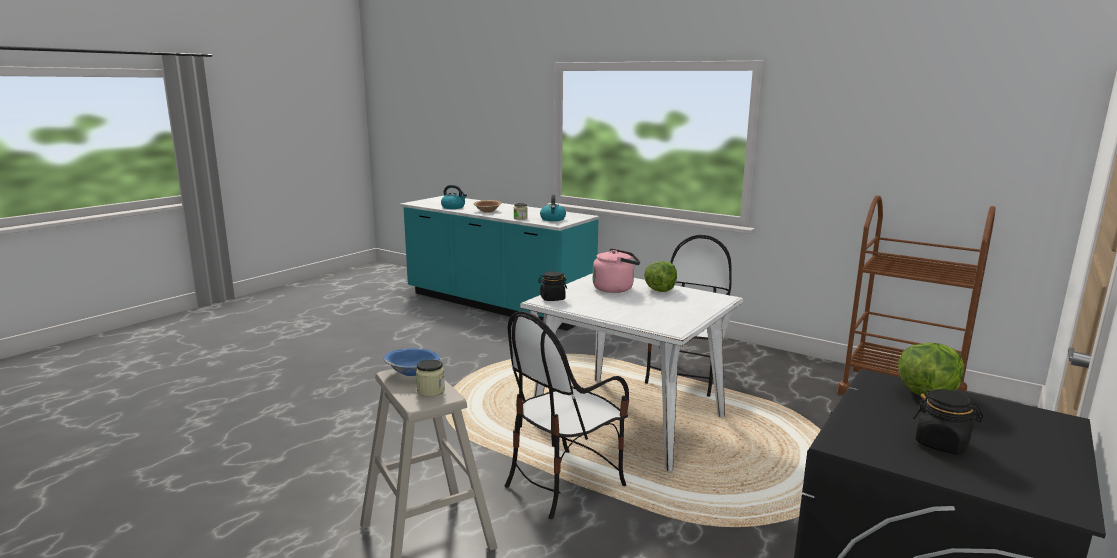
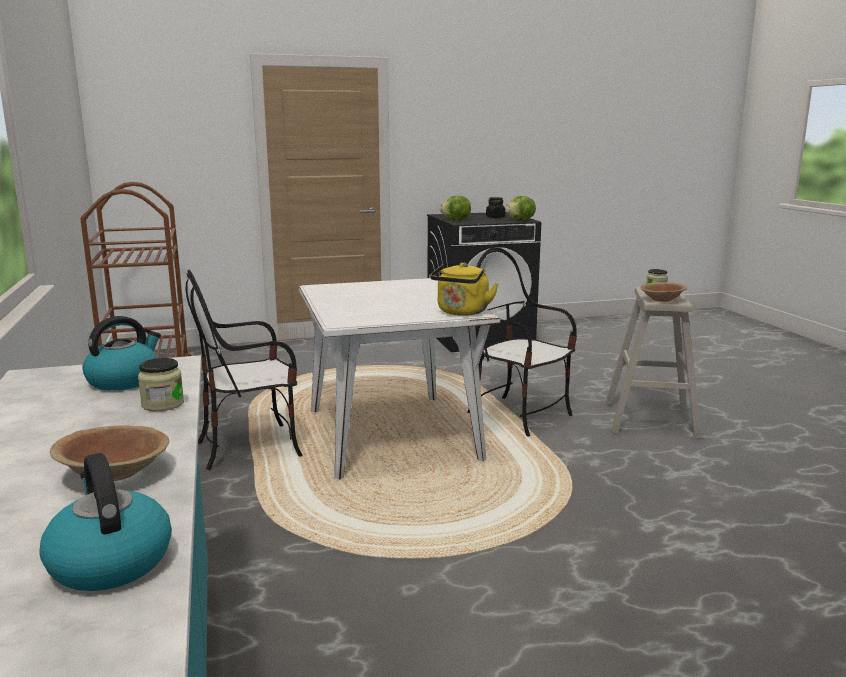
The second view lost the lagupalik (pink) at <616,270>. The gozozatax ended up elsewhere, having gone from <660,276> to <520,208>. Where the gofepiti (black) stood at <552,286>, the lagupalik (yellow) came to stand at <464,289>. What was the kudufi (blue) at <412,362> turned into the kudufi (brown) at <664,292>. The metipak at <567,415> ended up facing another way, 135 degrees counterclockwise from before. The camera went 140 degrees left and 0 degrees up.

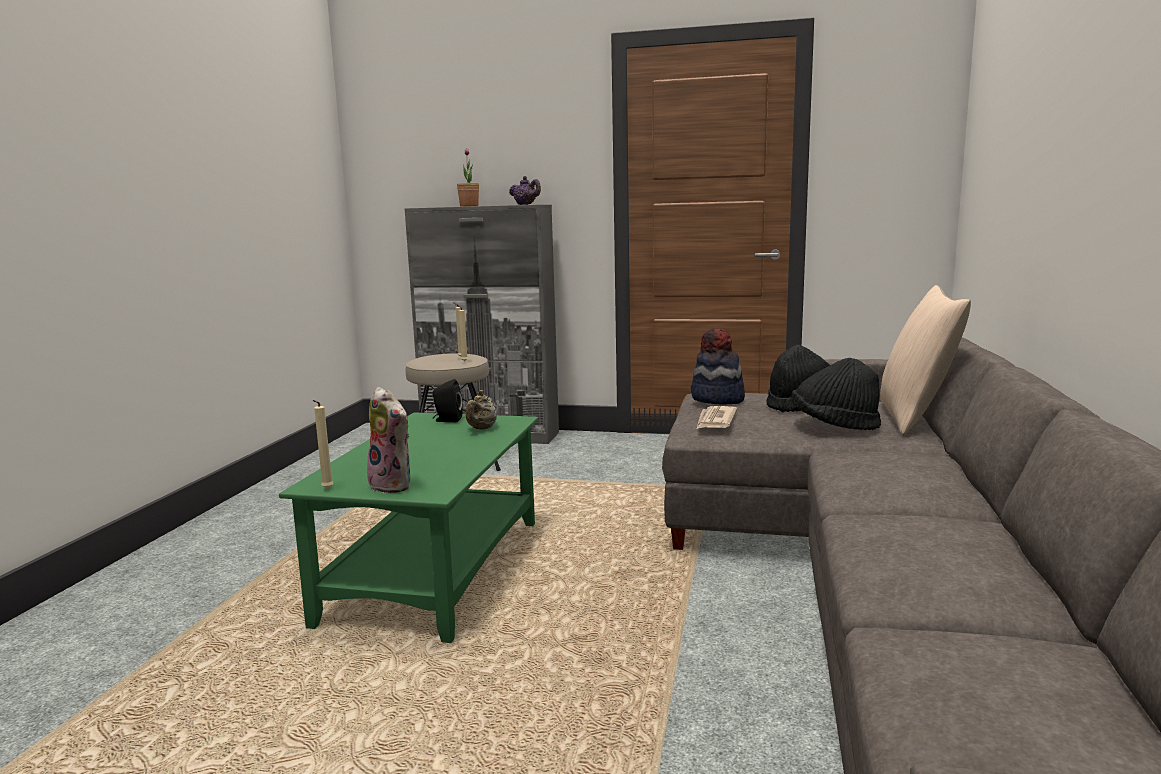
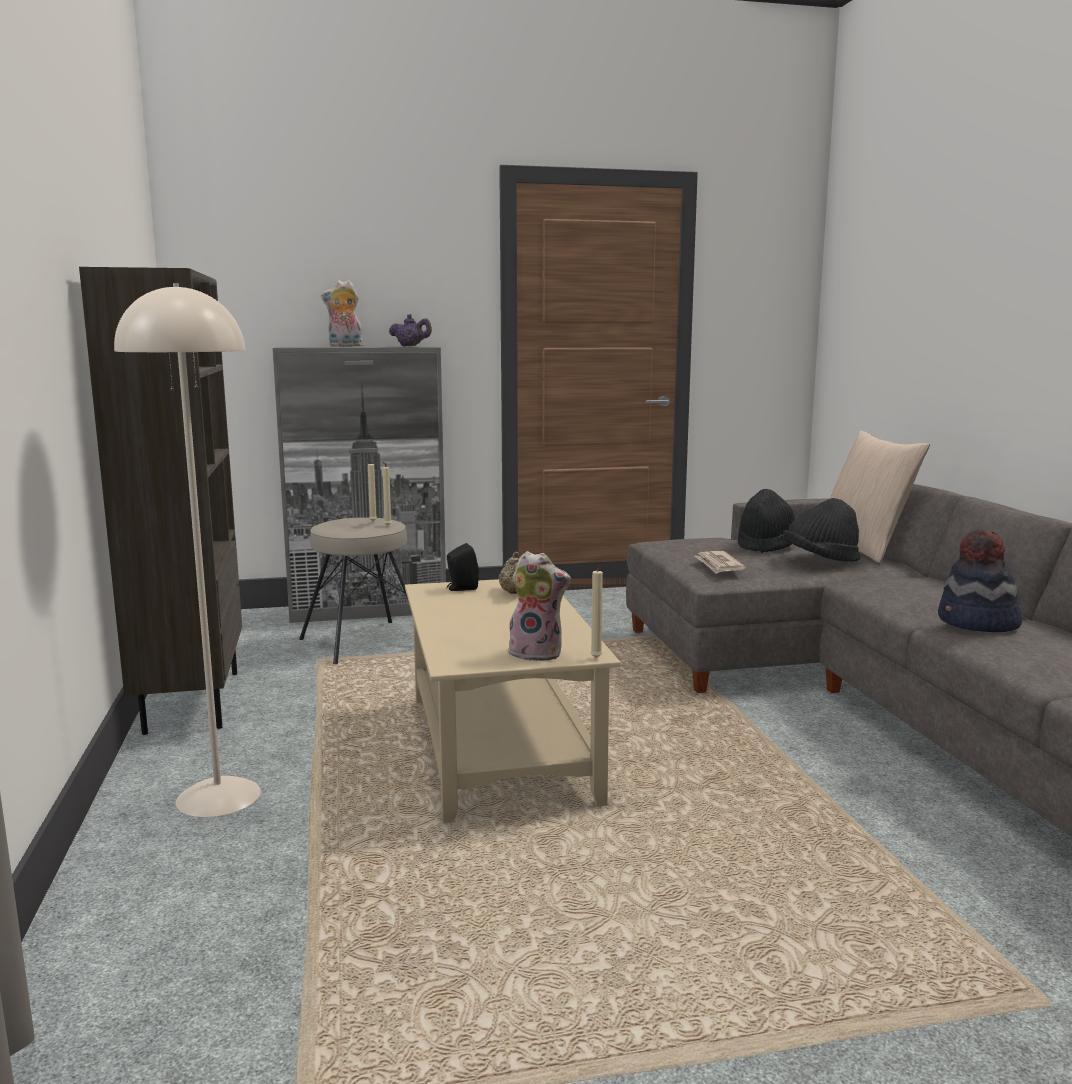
The second view gained the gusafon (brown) at <160,501>. The second view gained the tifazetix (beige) at <187,550>. The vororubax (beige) ended up elsewhere, having gone from <322,444> to <596,611>. The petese ended up elsewhere, having gone from <718,366> to <980,581>. Where the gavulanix stood at <468,177>, the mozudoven came to stand at <342,313>. What was the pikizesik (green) at <408,527> turned into the pikizesik (beige) at <513,701>. The camera went 25 degrees left and 0 degrees up.

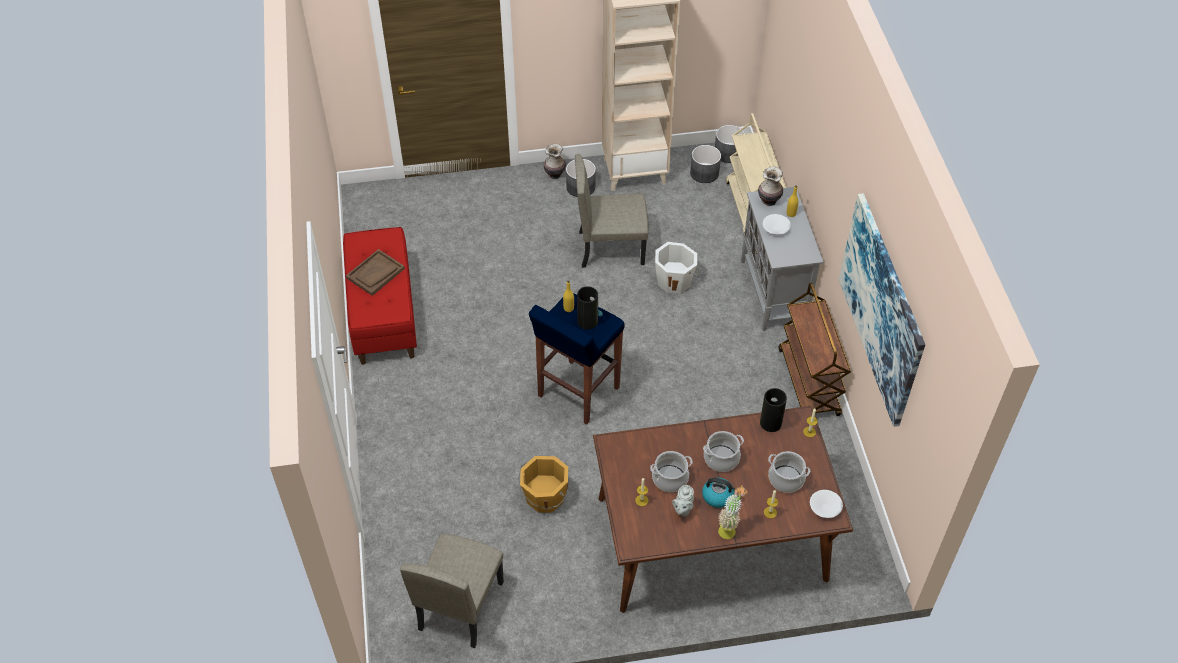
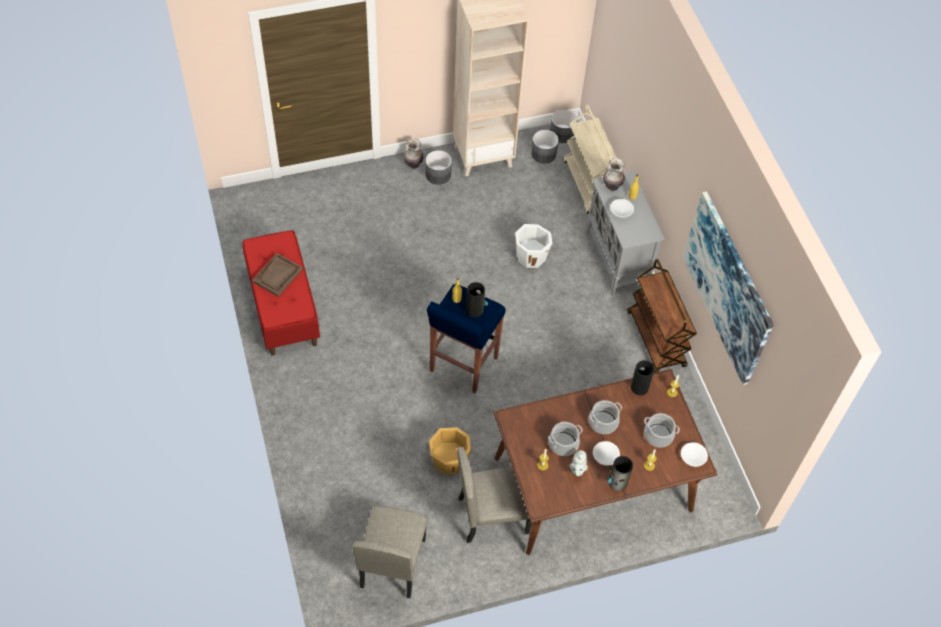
The metipak (beige) ended up elsewhere, having gone from <612,211> to <494,495>. Where the lagupalik stood at <718,493>, the kudufi (white) came to stand at <606,453>. Where the gavulanix stood at <733,512>, the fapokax came to stand at <620,473>. The camera went 10 degrees left and 5 degrees up.

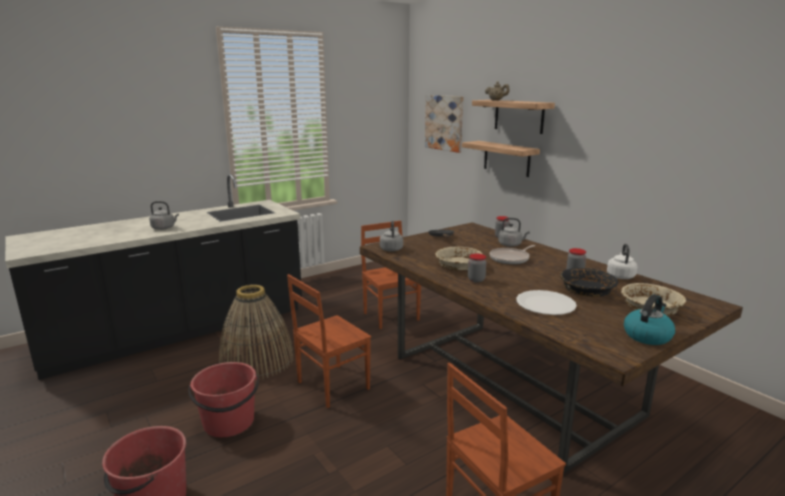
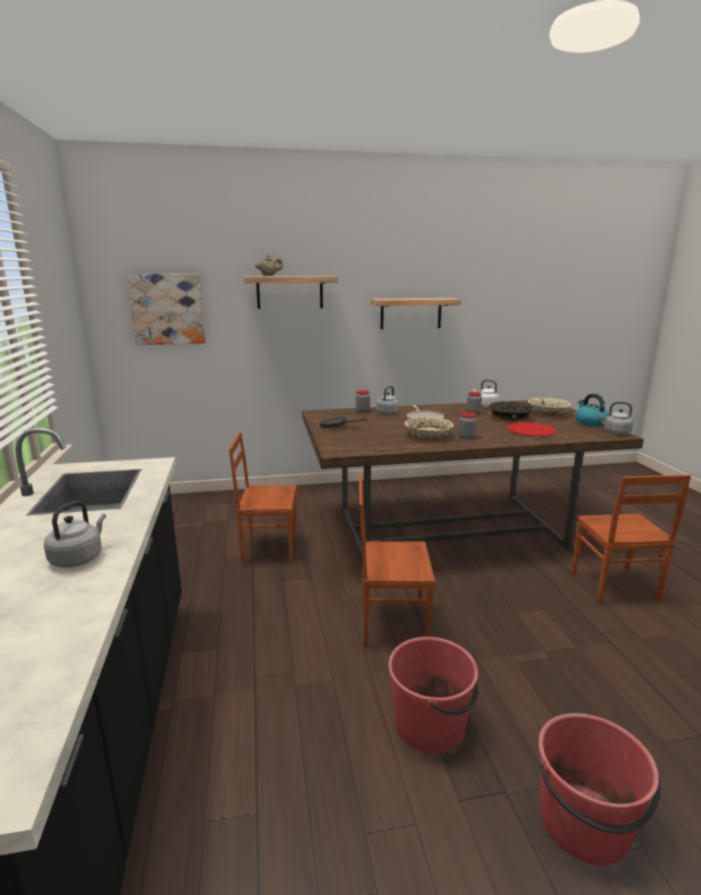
The second view lost the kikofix at <256,332>. The lagupalik (grey) ended up elsewhere, having gone from <391,236> to <615,418>. The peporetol ended up elsewhere, having gone from <501,159> to <415,313>. What was the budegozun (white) at <546,302> turned into the budegozun (red) at <531,429>. The metipak (brown) at <329,341> ended up facing another way, 105 degrees clockwise from before. The camera went 65 degrees left and 0 degrees up.

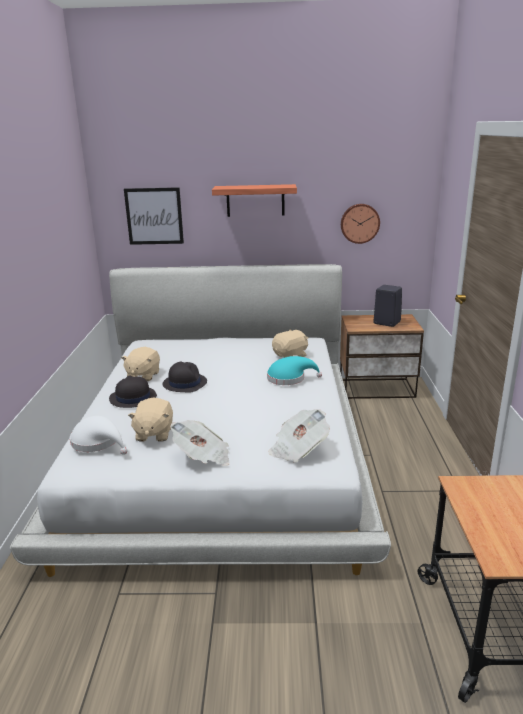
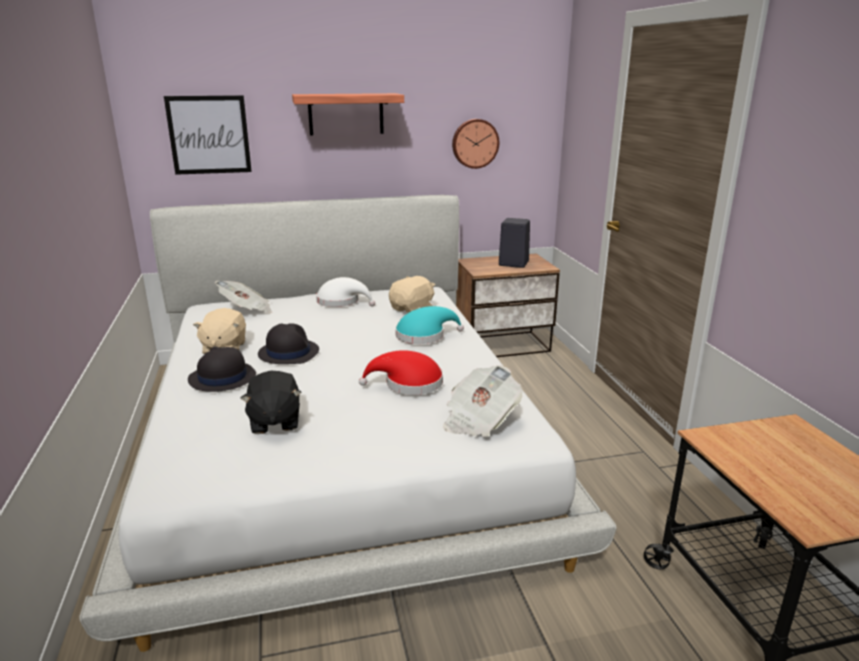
The second view gained the petese (red) at <401,372>. The petese (white) ended up elsewhere, having gone from <98,435> to <345,292>. The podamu ended up elsewhere, having gone from <199,443> to <243,297>. What was the mozudoven (beige) at <150,420> turned into the mozudoven (black) at <271,402>. The camera went 15 degrees left and 0 degrees up.

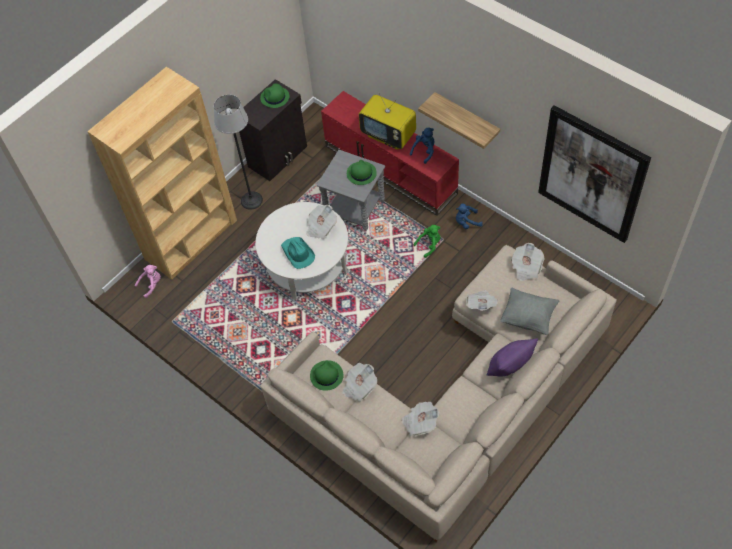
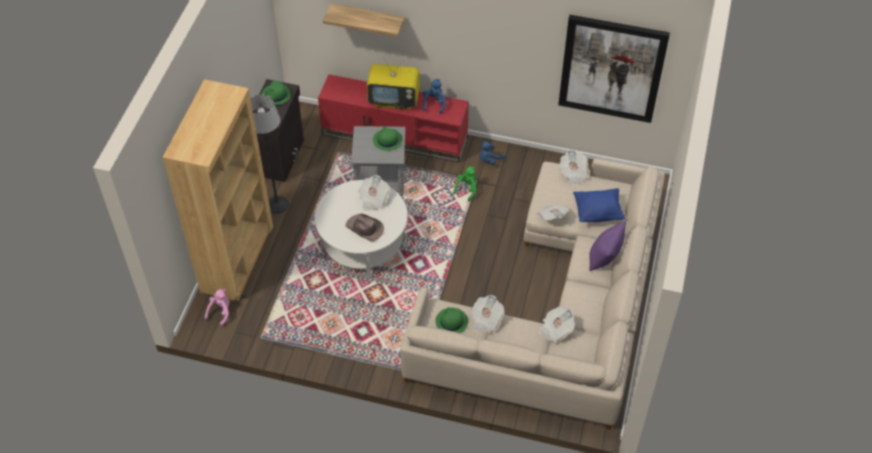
The peporetol ended up elsewhere, having gone from <459,120> to <364,20>. What was the petese (turquoise) at <298,253> turned into the petese (brown) at <365,228>. What was the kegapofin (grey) at <529,311> turned into the kegapofin (blue) at <599,205>. The camera went 30 degrees left and 5 degrees down.

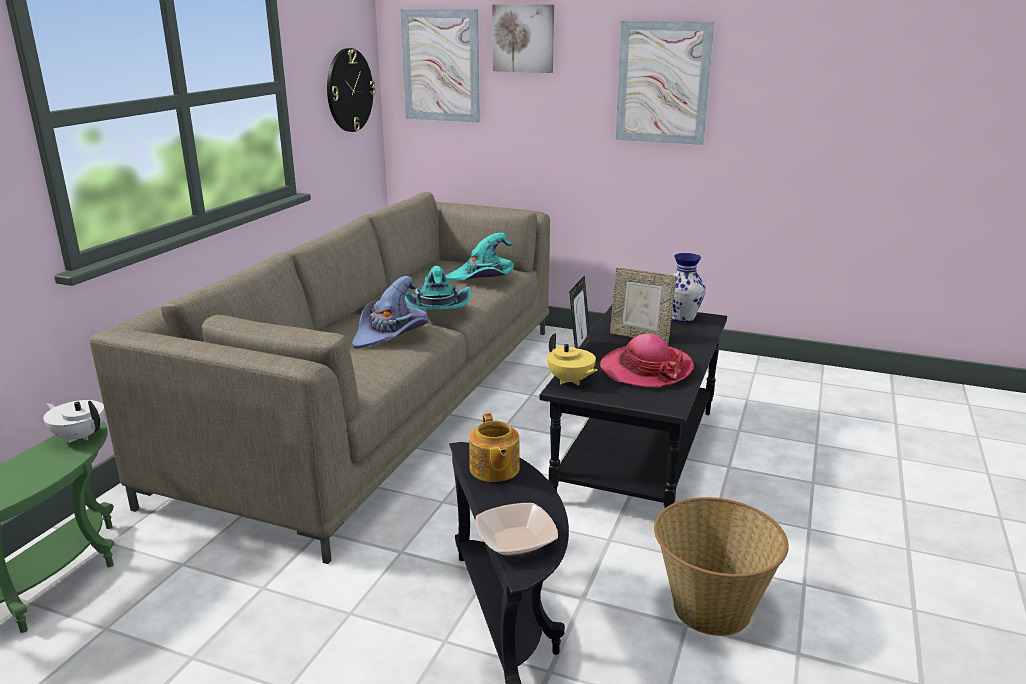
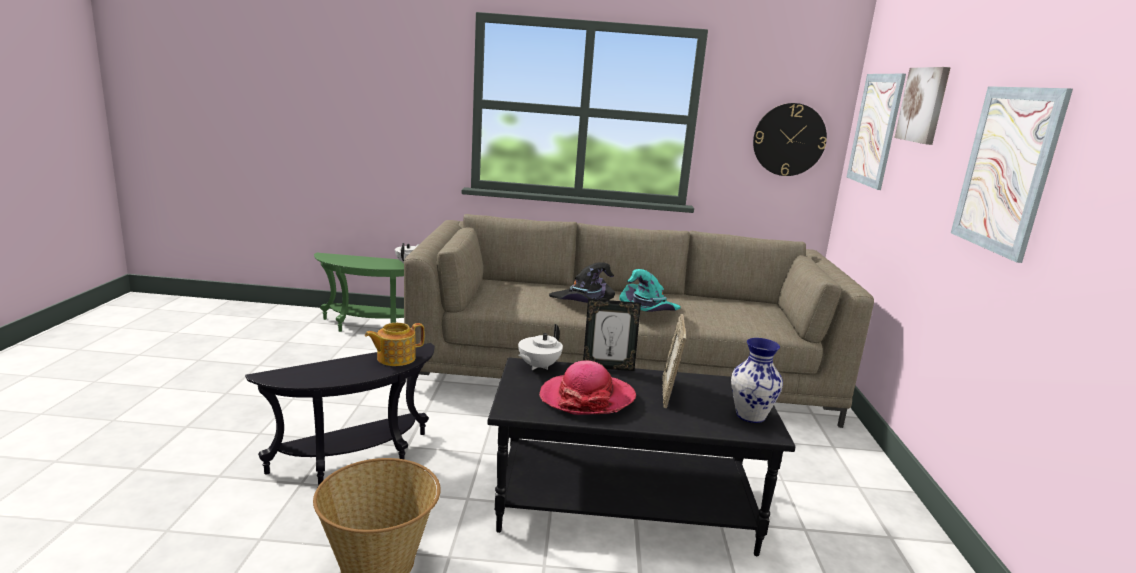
The second view lost the petese (turquoise) at <479,256>. The second view lost the kudufi at <516,529>. What was the petese (purple) at <390,312> turned into the petese (black) at <582,282>. What was the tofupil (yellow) at <572,359> turned into the tofupil (white) at <540,347>. The camera went 70 degrees right and 5 degrees down.

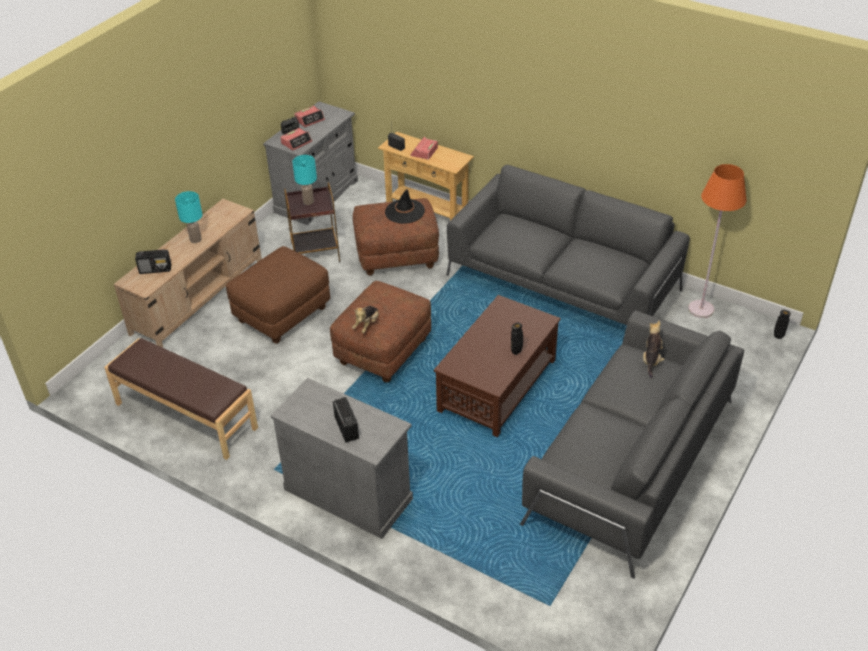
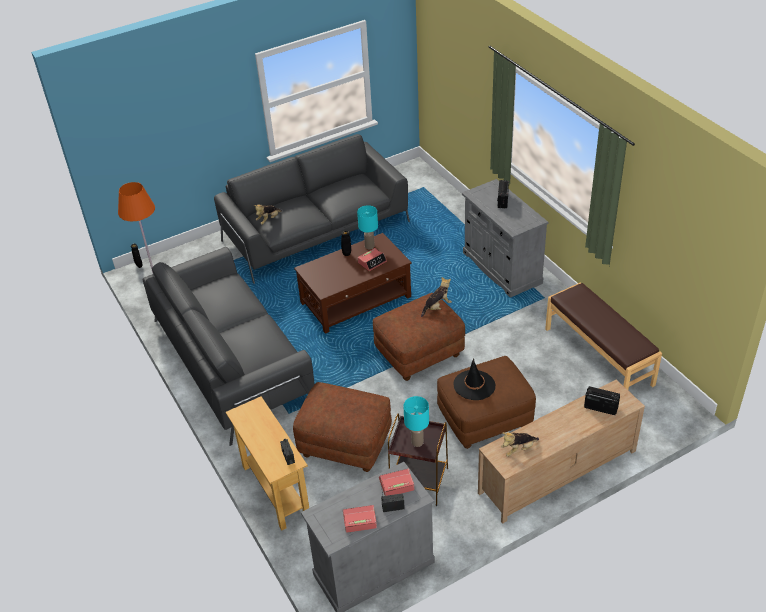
The second view gained the mozudoven at <520,444>. The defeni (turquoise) ended up elsewhere, having gone from <188,217> to <367,227>. The petese (black) ended up elsewhere, having gone from <405,206> to <474,379>. The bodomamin ended up elsewhere, having gone from <424,148> to <372,259>. The camera went 150 degrees left and 0 degrees up.

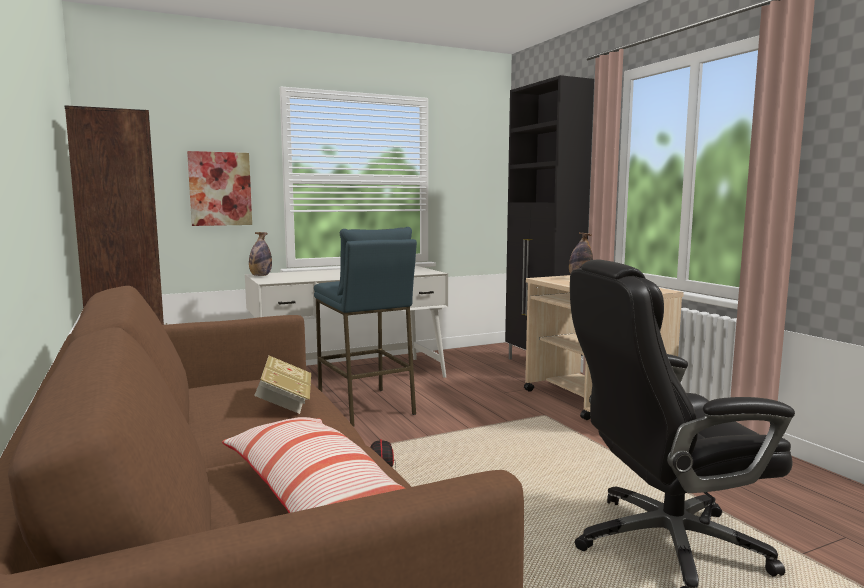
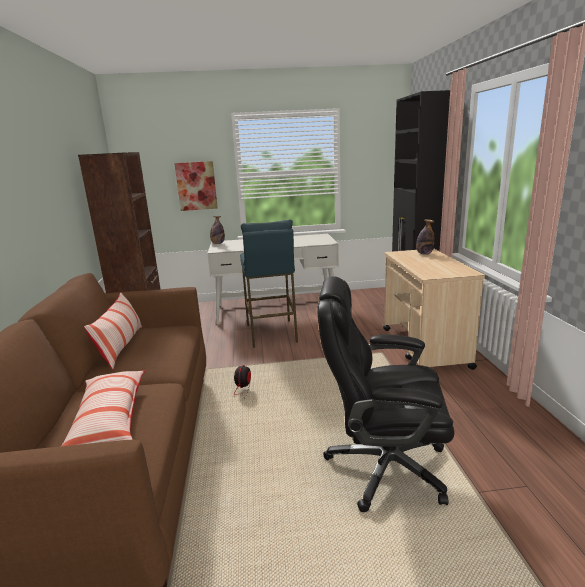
The second view lost the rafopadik at <282,385>. The second view gained the kegapofin at <113,330>. The camera went 20 degrees right and 10 degrees up.

